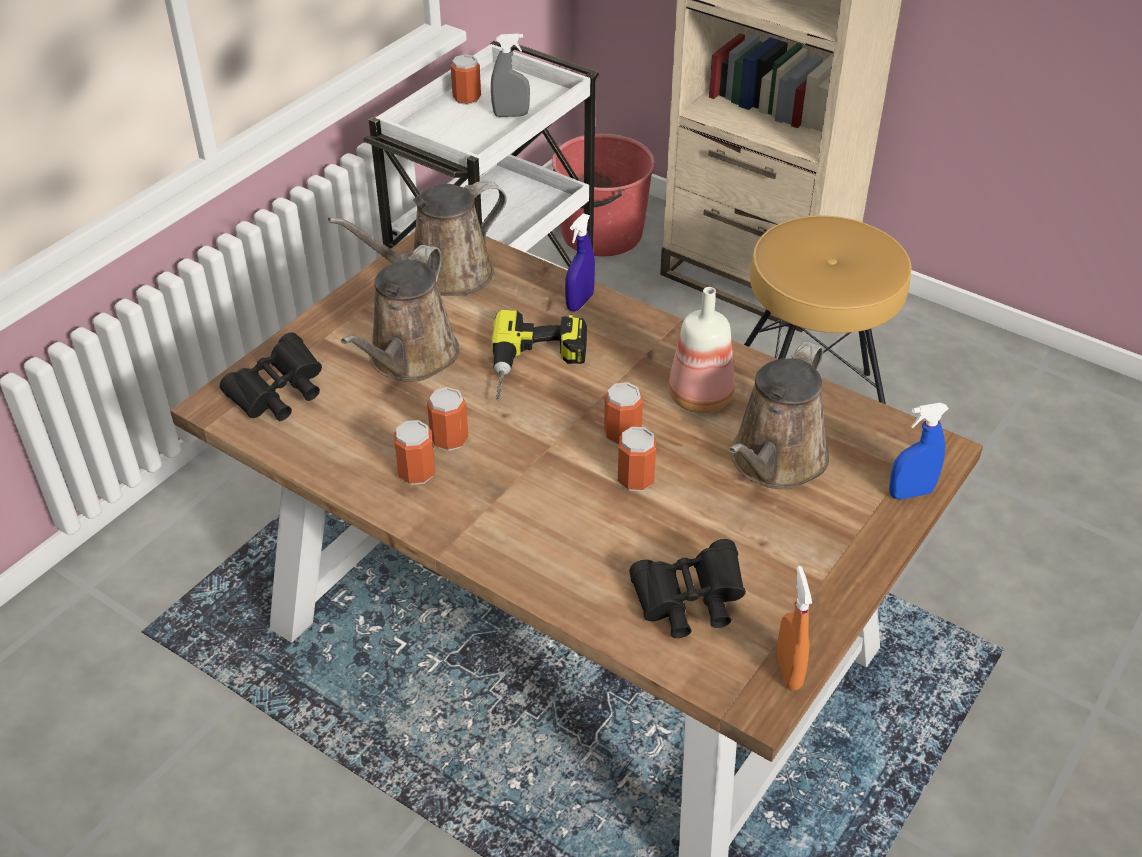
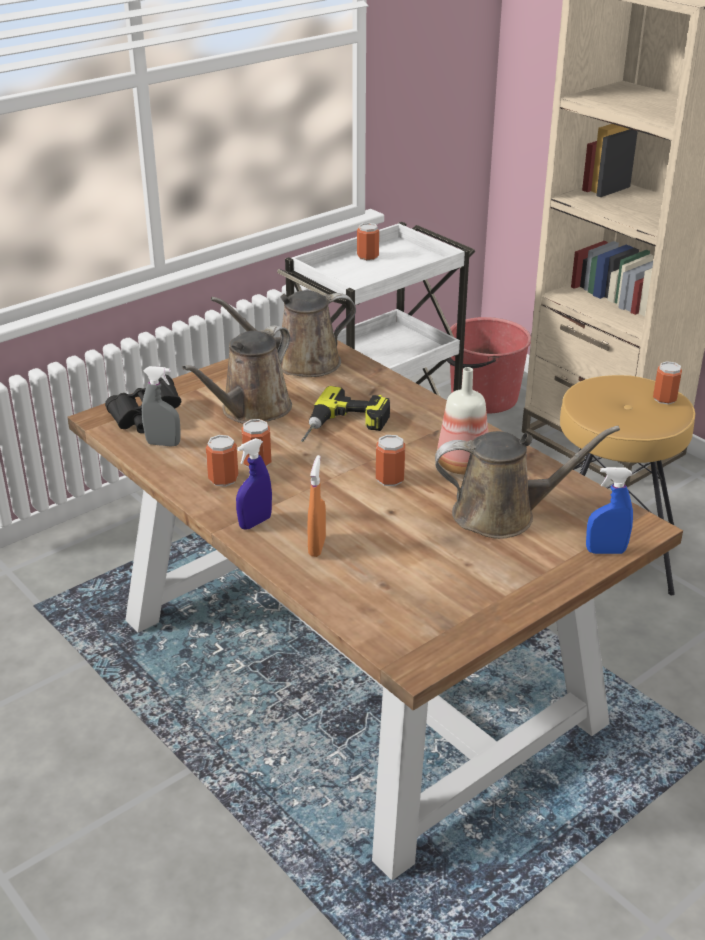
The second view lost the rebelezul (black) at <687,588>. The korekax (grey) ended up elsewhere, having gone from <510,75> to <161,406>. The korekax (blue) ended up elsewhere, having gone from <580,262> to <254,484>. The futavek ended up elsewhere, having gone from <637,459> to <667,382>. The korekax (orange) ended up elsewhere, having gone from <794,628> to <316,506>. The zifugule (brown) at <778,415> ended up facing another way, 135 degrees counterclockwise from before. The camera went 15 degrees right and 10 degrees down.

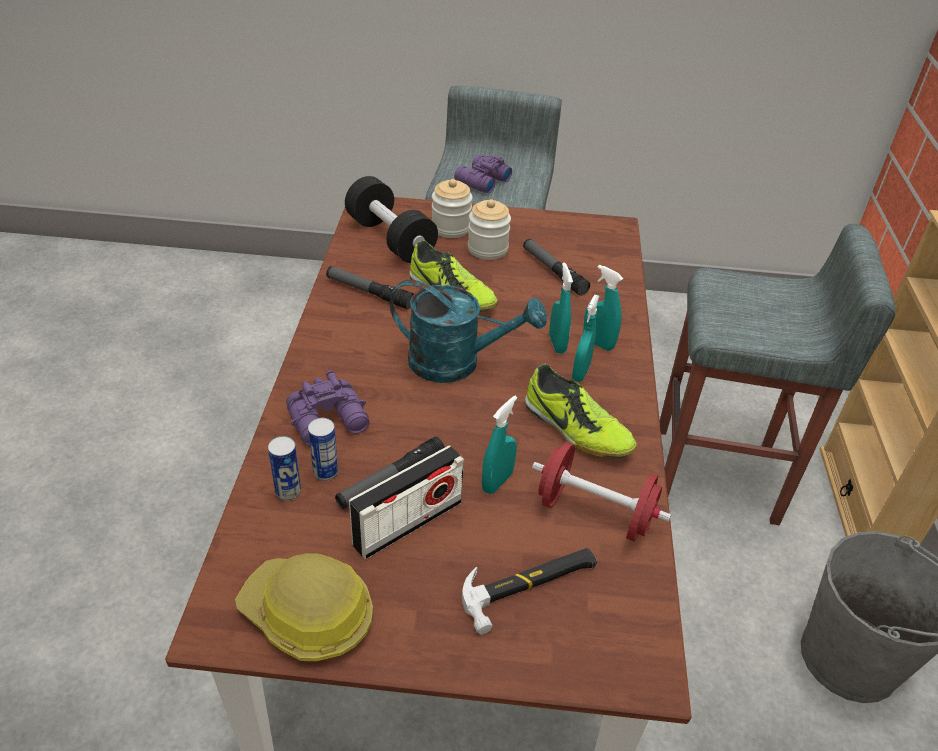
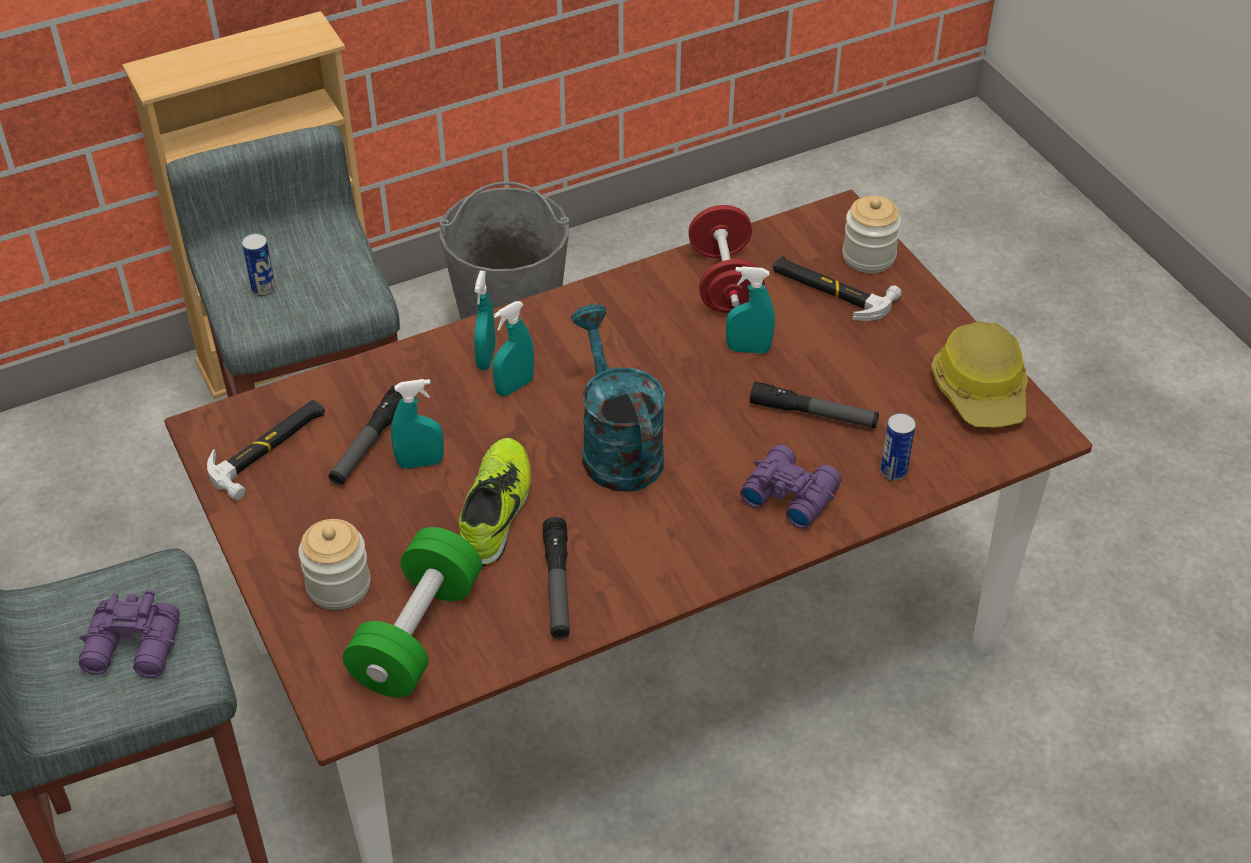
The second view lost the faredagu at <406,502>. The second view lost the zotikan at <581,411>. The second view gained the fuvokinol at <266,450>. The futavek ended up elsewhere, having gone from <323,449> to <259,264>. The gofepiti ended up elsewhere, having gone from <489,229> to <872,234>. The korekax (turquoise) ended up elsewhere, having gone from <585,338> to <417,424>. What was the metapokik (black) at <391,219> turned into the metapokik (green) at <412,612>. The camera went 120 degrees left and 5 degrees up.

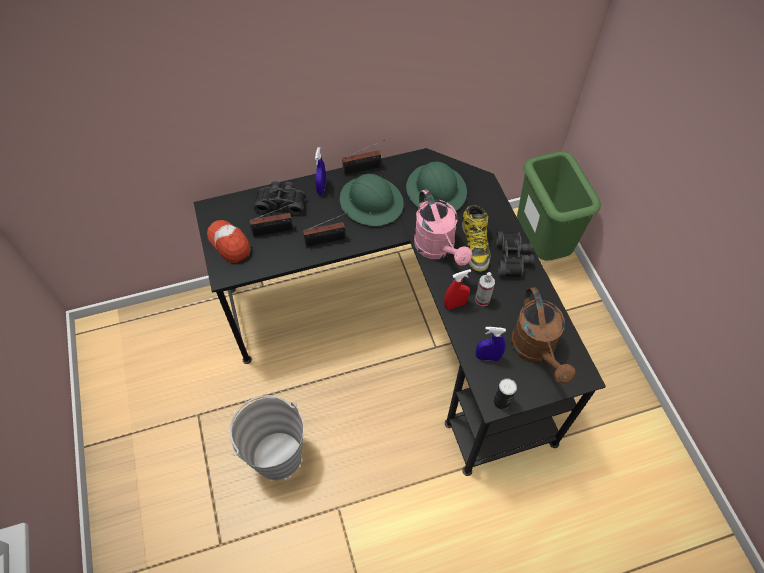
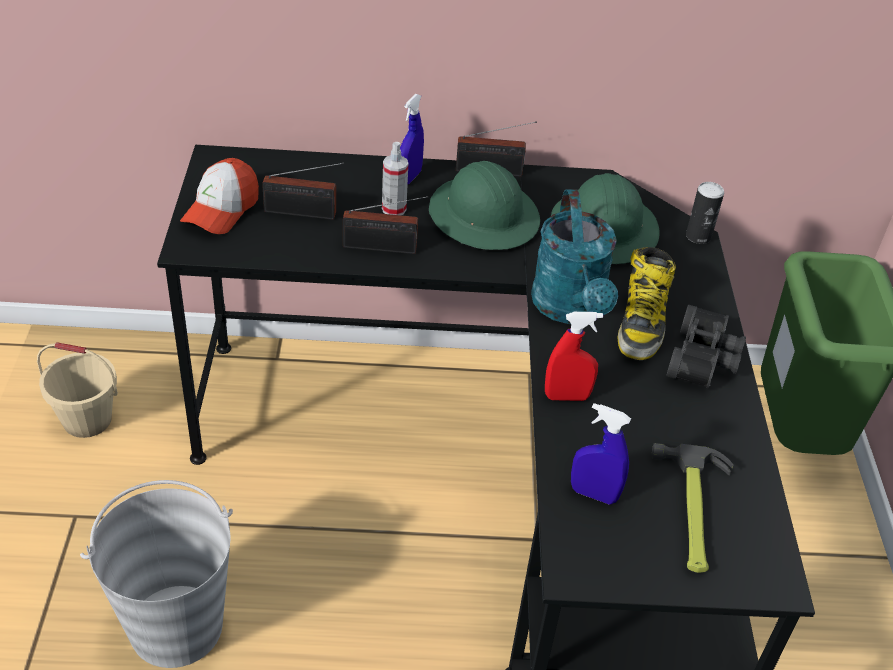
The second view lost the rebelezul (black) at <279,198>. The second view gained the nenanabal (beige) at <77,390>. The korekax ended up elsewhere, having gone from <485,289> to <395,178>. The futavek ended up elsewhere, having gone from <505,394> to <705,213>. Where the zifugule (brown) stood at <543,335>, the fuvokinol came to stand at <693,508>. What was the zifugule (pink) at <443,227> turned into the zifugule (turquoise) at <574,256>. The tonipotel at <229,241> ended up facing another way, 135 degrees counterclockwise from before. The camera went 15 degrees right and 15 degrees down.

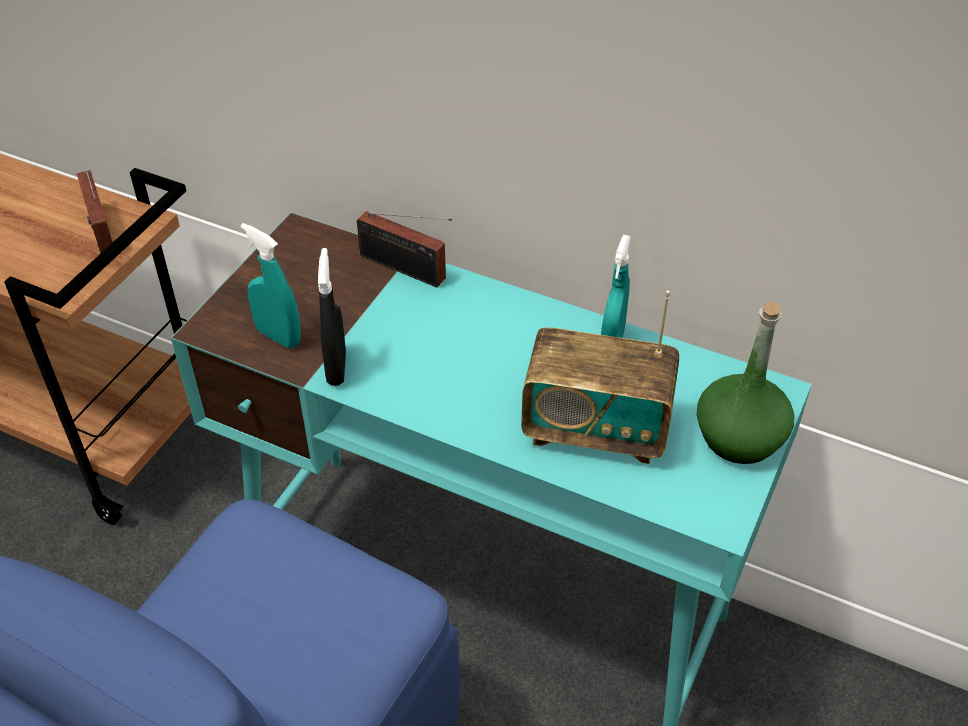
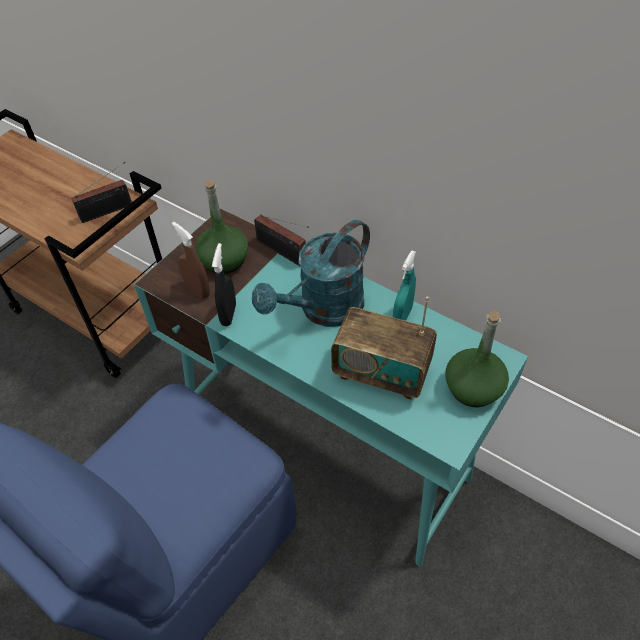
The second view gained the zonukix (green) at <221,227>. The second view gained the zifugule (turquoise) at <311,273>. What was the korekax (turquoise) at <271,285> turned into the korekax (brown) at <191,260>. The faredagu at <95,211> ended up facing another way, 105 degrees counterclockwise from before. The camera went 10 degrees right and 5 degrees up.

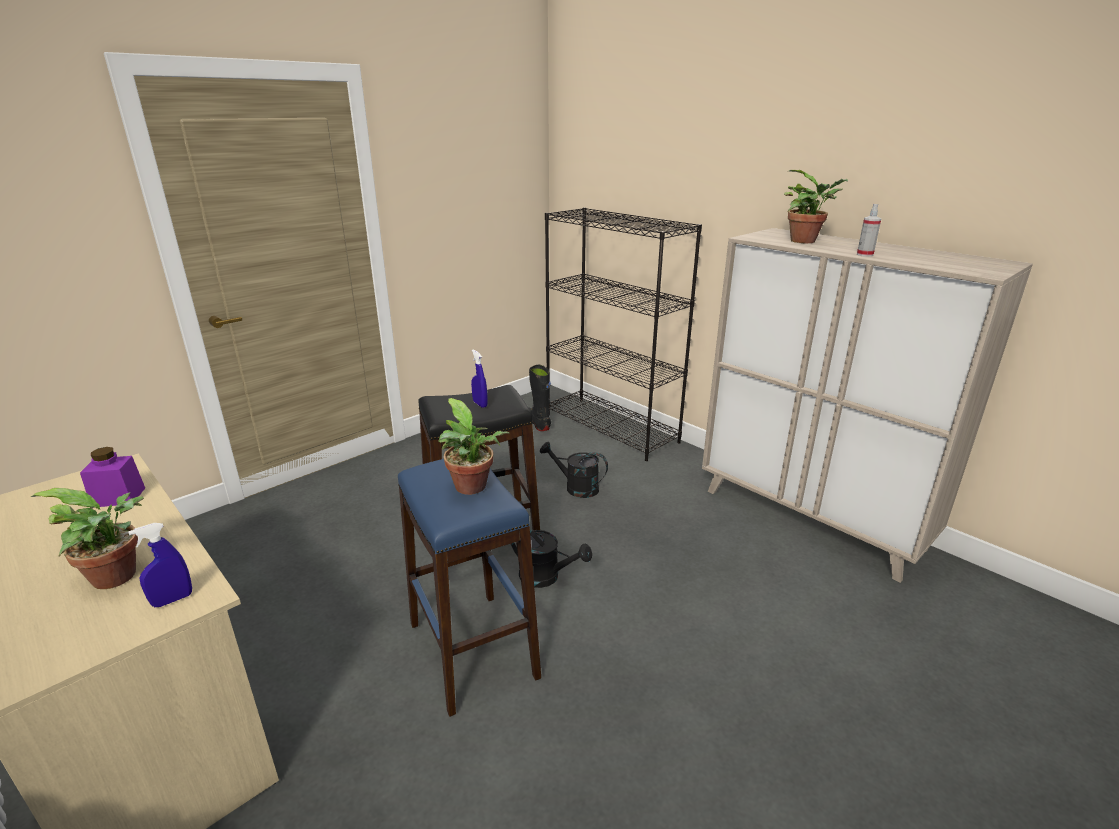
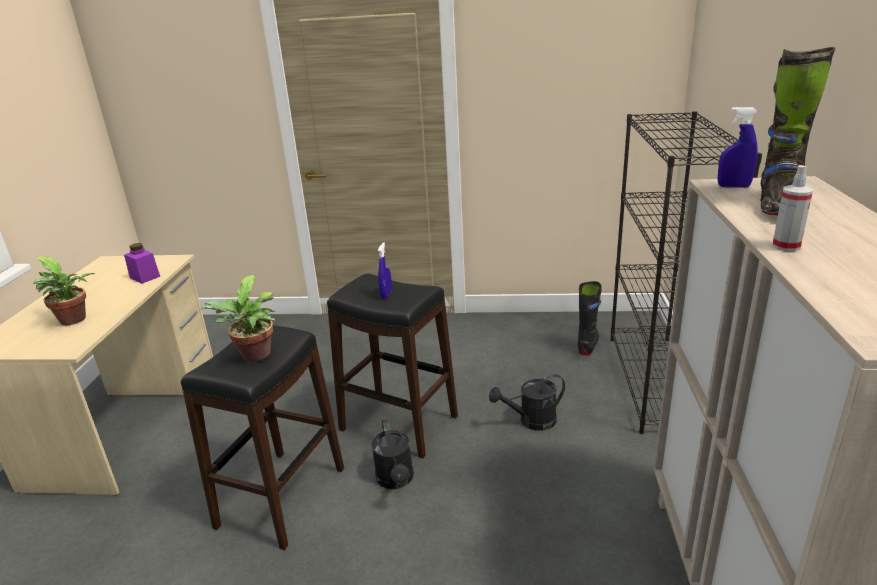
The korekax (blue) ended up elsewhere, having gone from <160,565> to <737,147>. Where the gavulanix stood at <816,206>, the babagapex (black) came to stand at <798,131>. What was the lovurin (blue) at <469,588> turned into the lovurin (black) at <262,437>. The zifugule (black) at <574,470> ended up facing another way, 90 degrees counterclockwise from before. The camera went 50 degrees right and 0 degrees up.

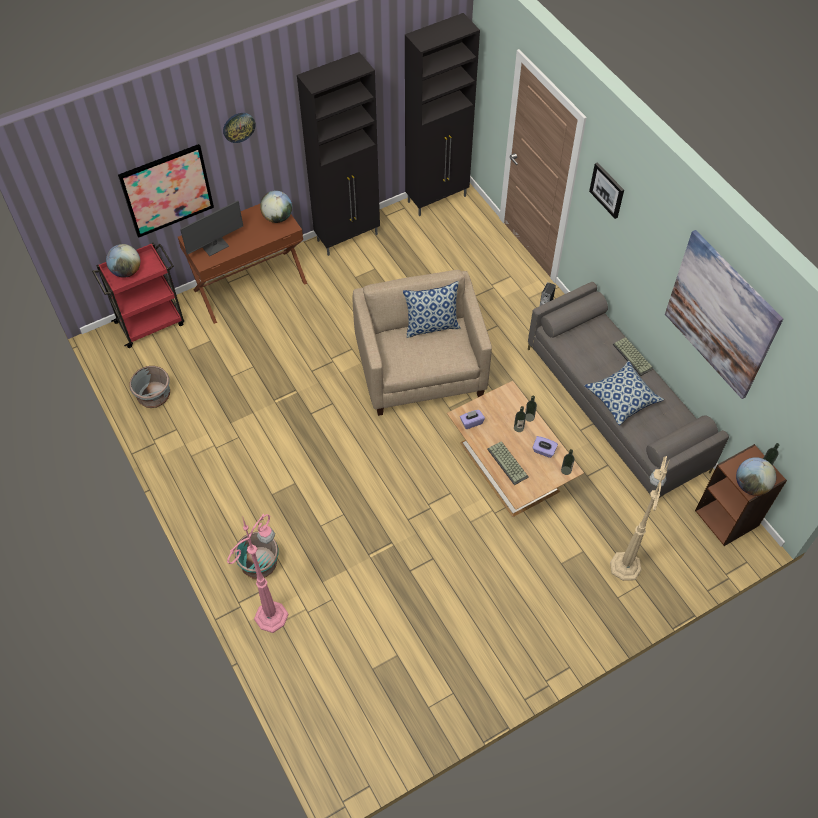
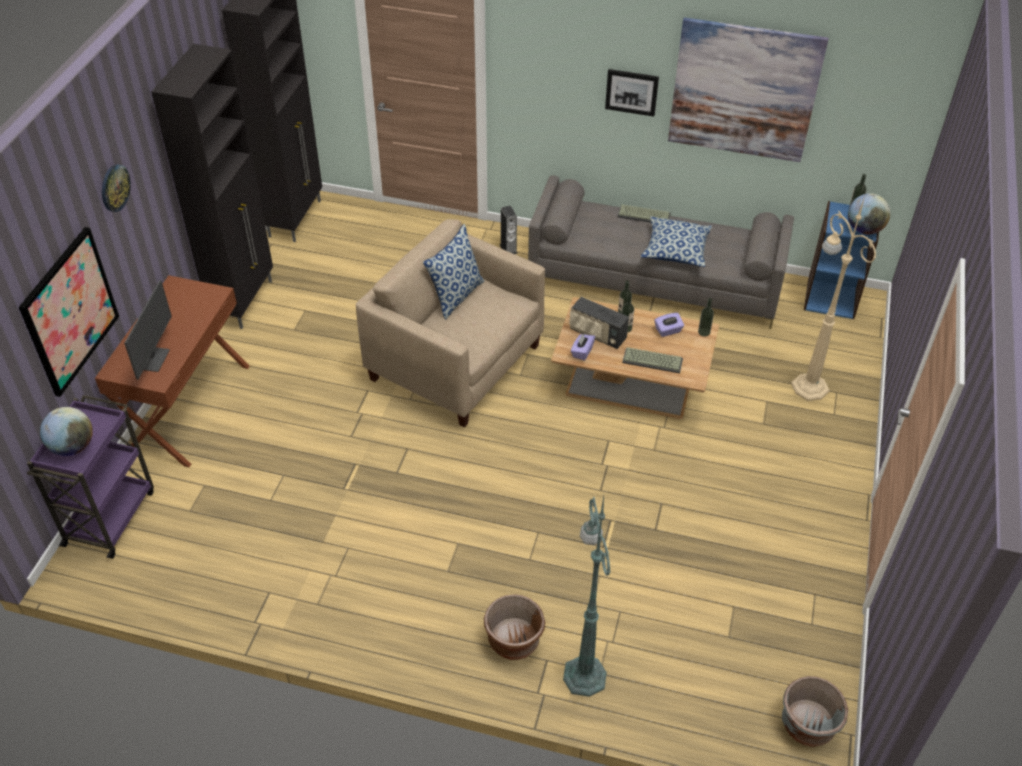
The second view lost the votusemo at <276,207>. The second view gained the faredagu at <599,323>. The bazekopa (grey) ended up elsewhere, having gone from <149,387> to <815,711>. The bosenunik ended up elsewhere, having gone from <606,190> to <632,93>. What was the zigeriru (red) at <138,295> turned into the zigeriru (purple) at <90,477>. What was the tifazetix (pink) at <258,573> turned into the tifazetix (green) at <587,596>. What was the bazekopa (turquoise) at <256,555> turned into the bazekopa (brown) at <514,627>. What was the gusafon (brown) at <741,495> turned into the gusafon (blue) at <841,260>. The camera went 45 degrees left and 10 degrees down.

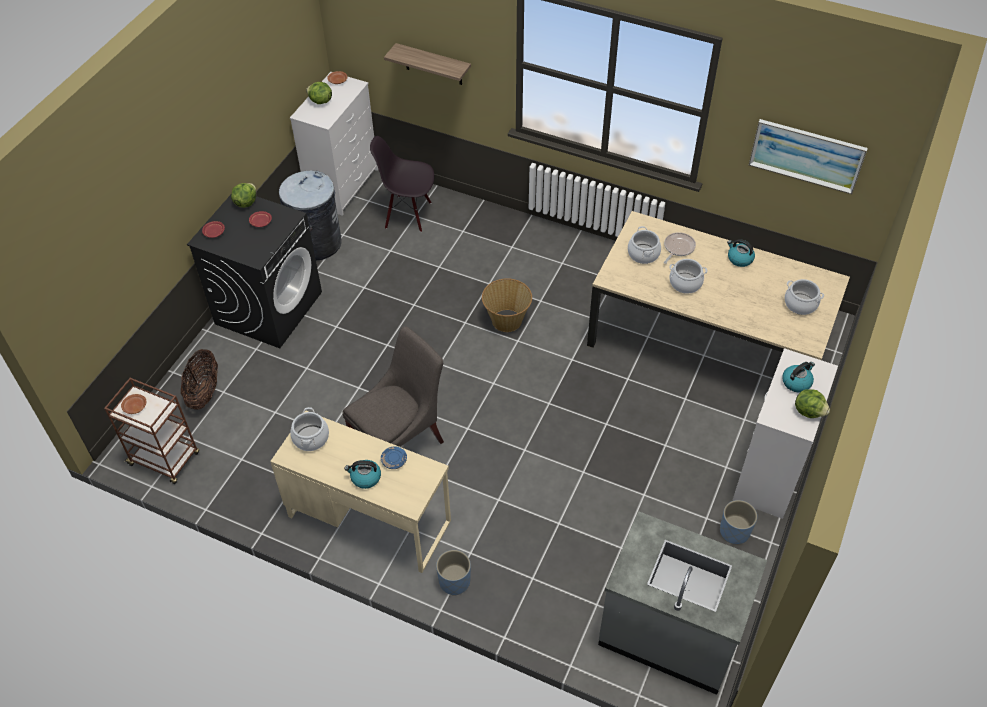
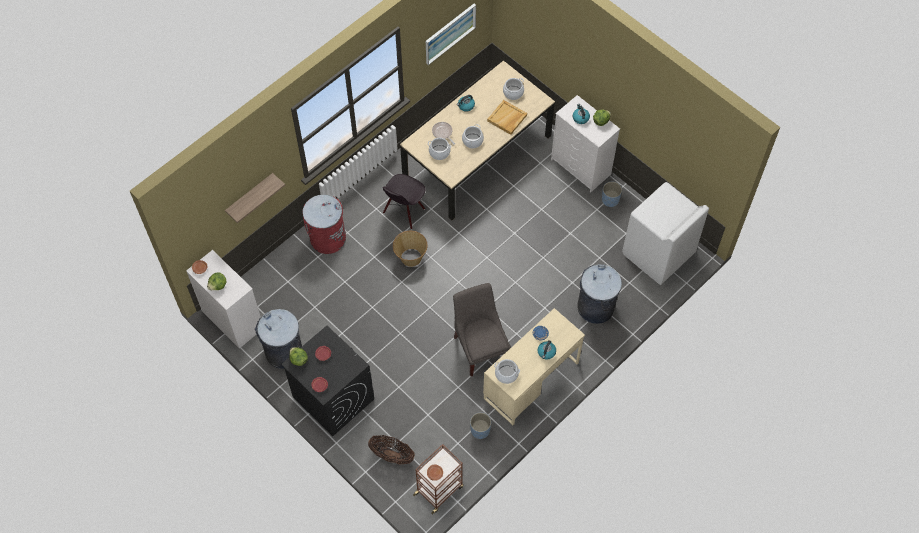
The second view gained the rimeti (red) at <324,224>. The second view gained the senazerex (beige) at <507,117>. The second view gained the rimeti (grey) at <599,294>. The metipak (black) ended up elsewhere, having gone from <402,184> to <404,201>. The bazekopa (blue) ended up elsewhere, having gone from <453,573> to <480,425>. Where the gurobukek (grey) stood at <682,603>, the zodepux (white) came to stand at <665,233>. The camera went 70 degrees left and 10 degrees up.

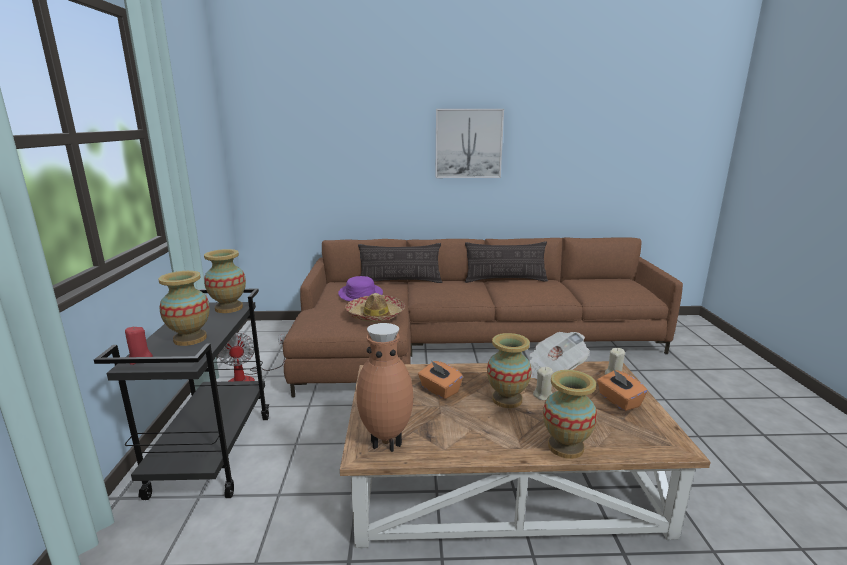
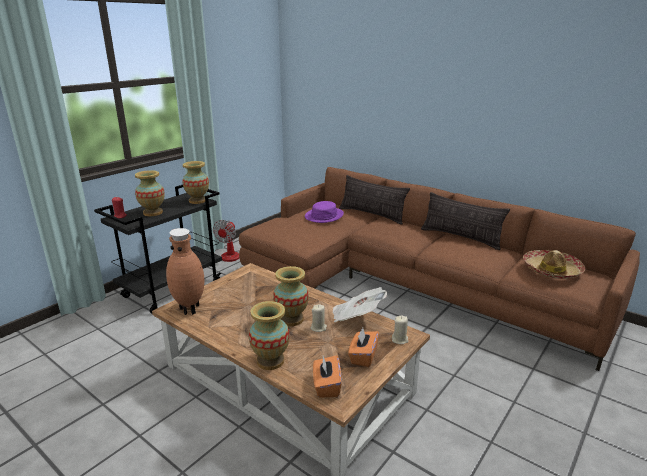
The second view lost the bosenunik at <469,143>. The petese ended up elsewhere, having gone from <375,307> to <554,264>. The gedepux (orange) ended up elsewhere, having gone from <440,380> to <327,376>. The camera went 40 degrees right and 5 degrees up.

